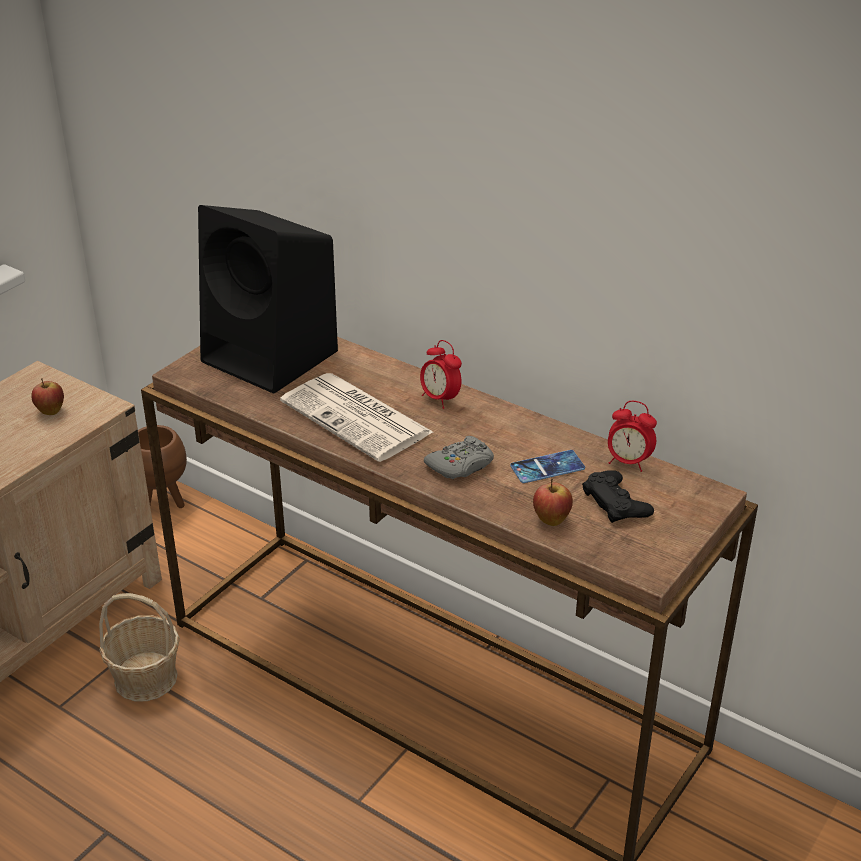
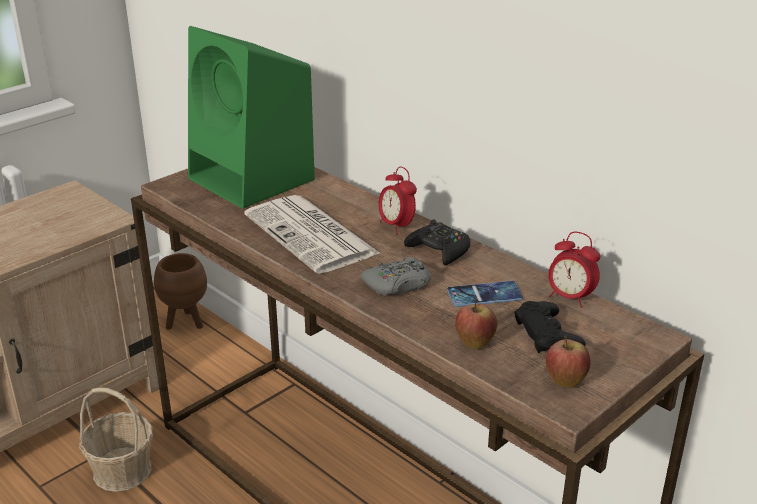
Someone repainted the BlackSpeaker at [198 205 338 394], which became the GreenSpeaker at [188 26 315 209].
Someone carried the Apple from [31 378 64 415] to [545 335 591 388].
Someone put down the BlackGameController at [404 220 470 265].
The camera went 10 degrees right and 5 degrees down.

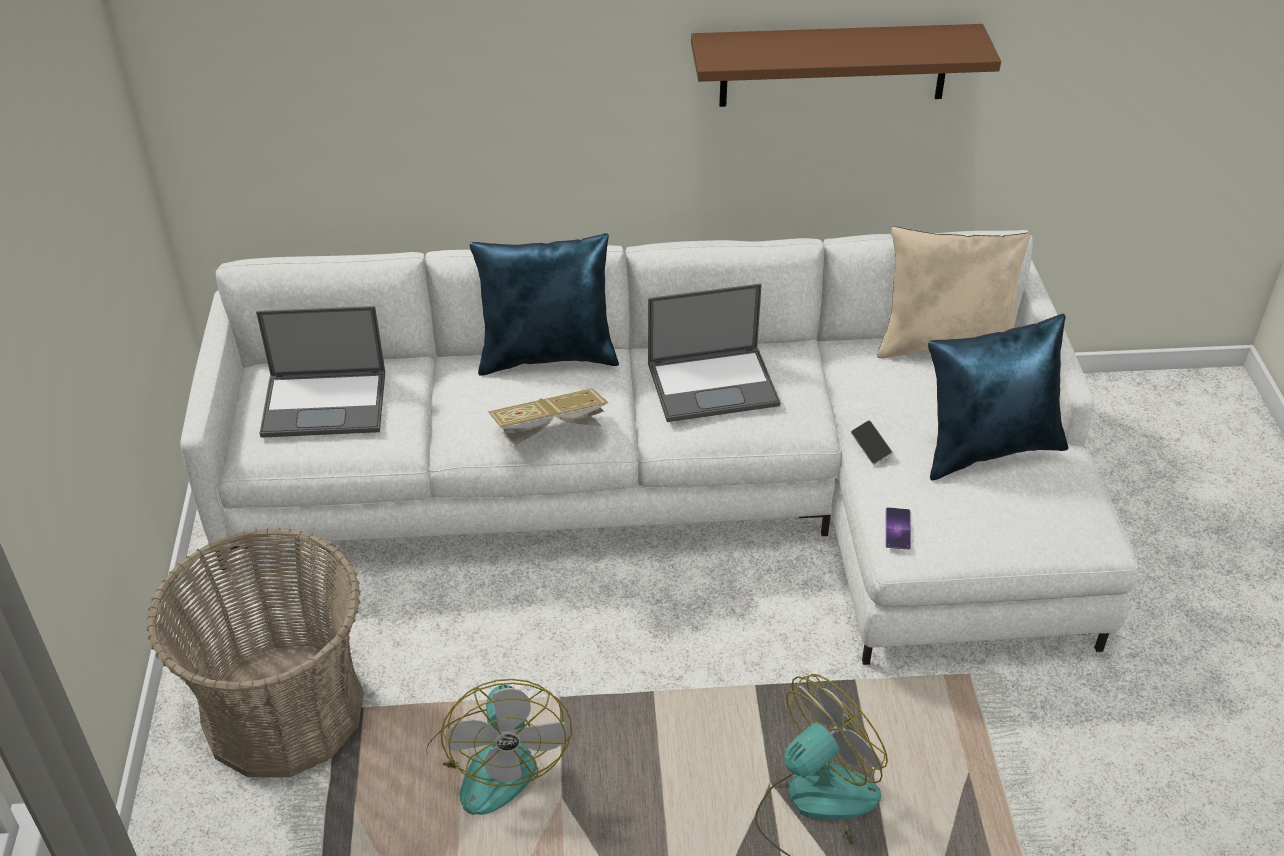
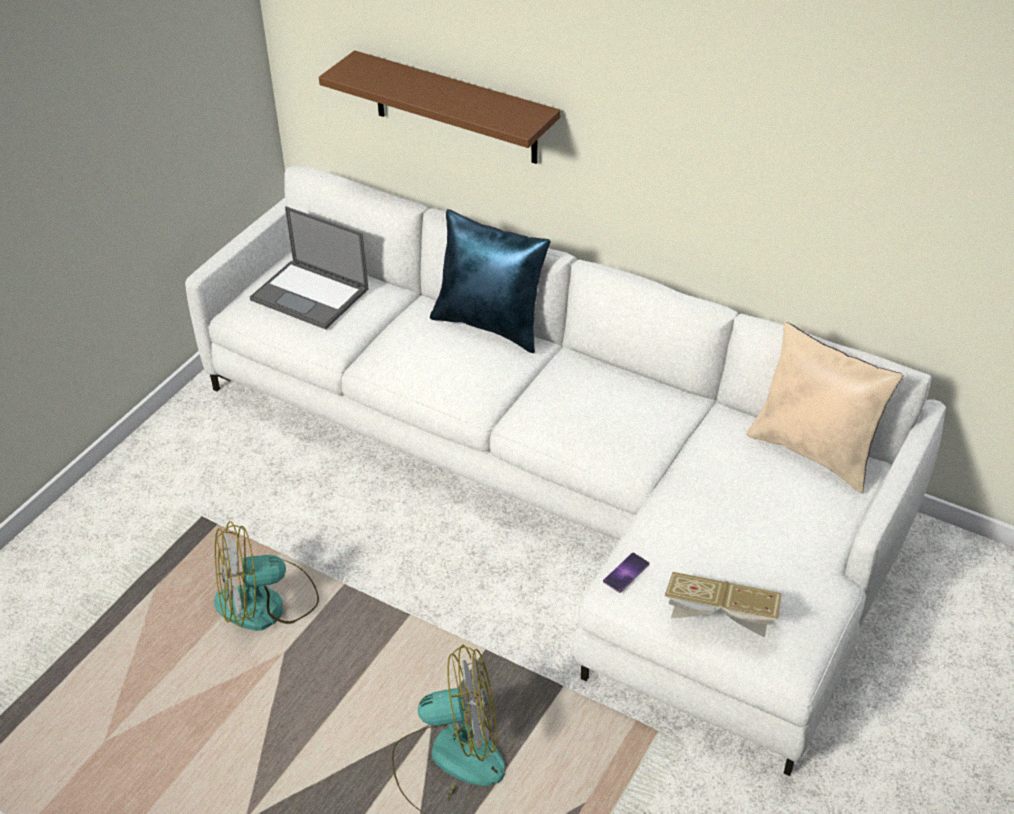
Someone carried the BrownShelf from [691 24 1001 107] to [319 50 560 164].
Someone took away the Laptop at [648 283 780 422].
Someone took away the BluePillow at [928 314 1069 480].
Someone carried the Book from [488 388 608 447] to [665 572 782 638].
Someone took away the Phone at [851 420 893 464].
Someone took away the Basket at [147 528 364 777].
Someone rotated the Fan at [426 679 572 815] by 45 degrees clockwise.
The camera went 35 degrees right and 0 degrees up.

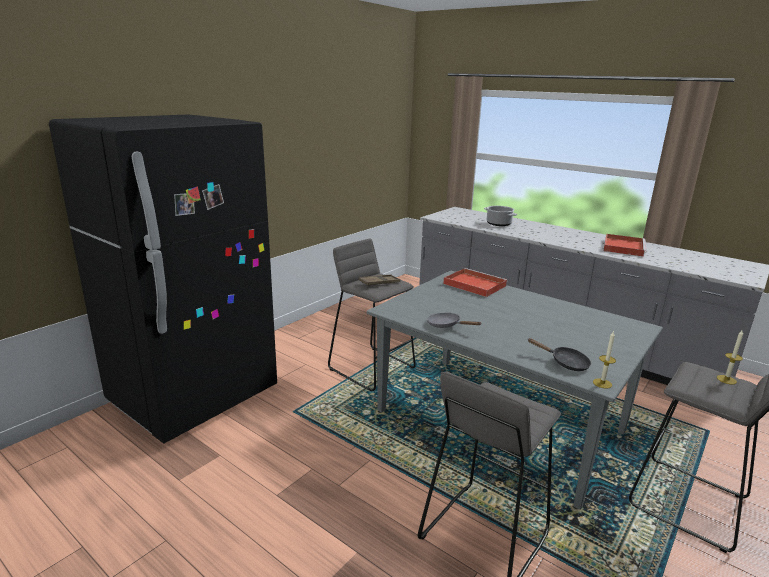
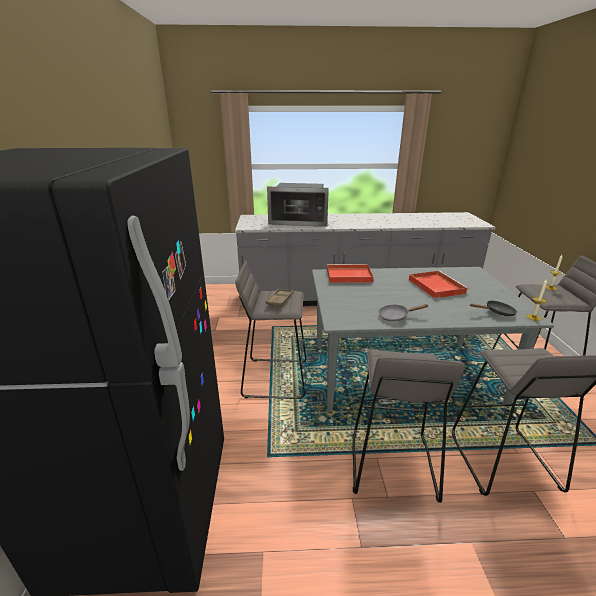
Someone swapped the CookingPot at [484 206 517 226] for the Microwave at [267 183 329 227].
Someone carried the RedTray from [603 234 646 257] to [409 271 469 299].
Someone put down the GreyStool at [352 350 465 503].
The camera went 40 degrees left and 5 degrees up.

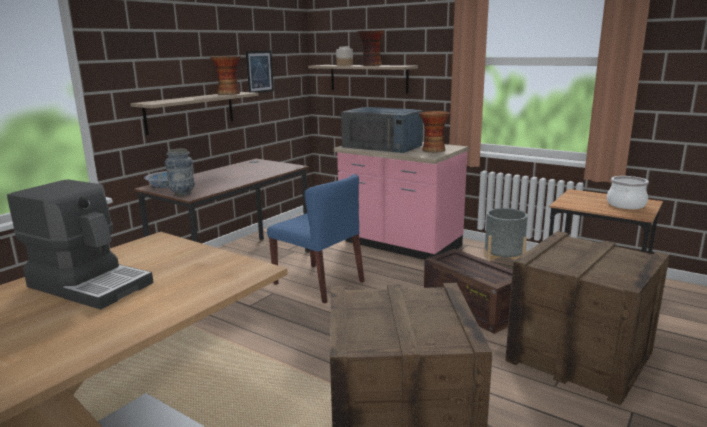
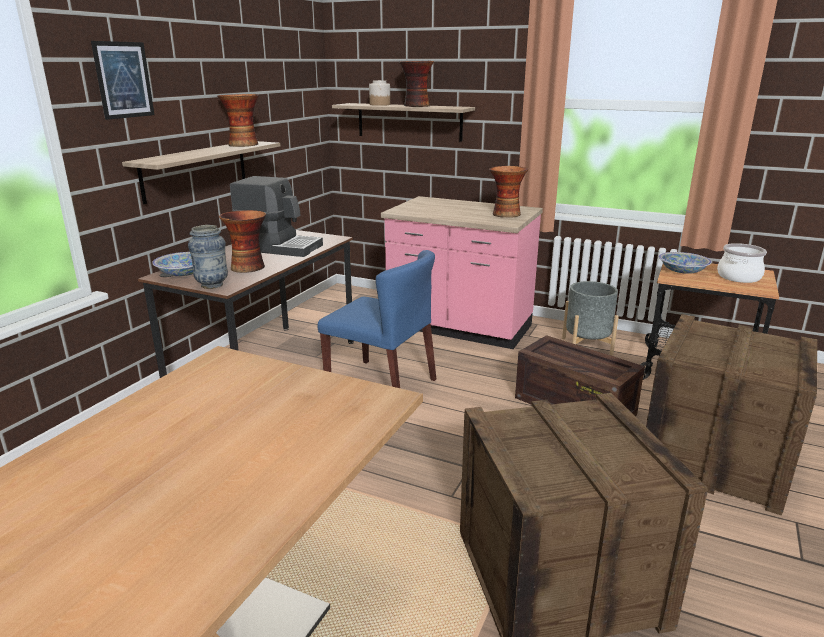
Someone carried the Picture from [246 51 274 93] to [91 41 155 120].
Someone took away the BlueMicrowave at [341 107 423 153].
Someone carried the CoffeeMachine from [7 179 154 309] to [230 176 323 257].
Someone put down the Vase at [219 210 266 273].
Someone put down the Bowl at [659 252 712 274].
The camera went 10 degrees left and 5 degrees up.

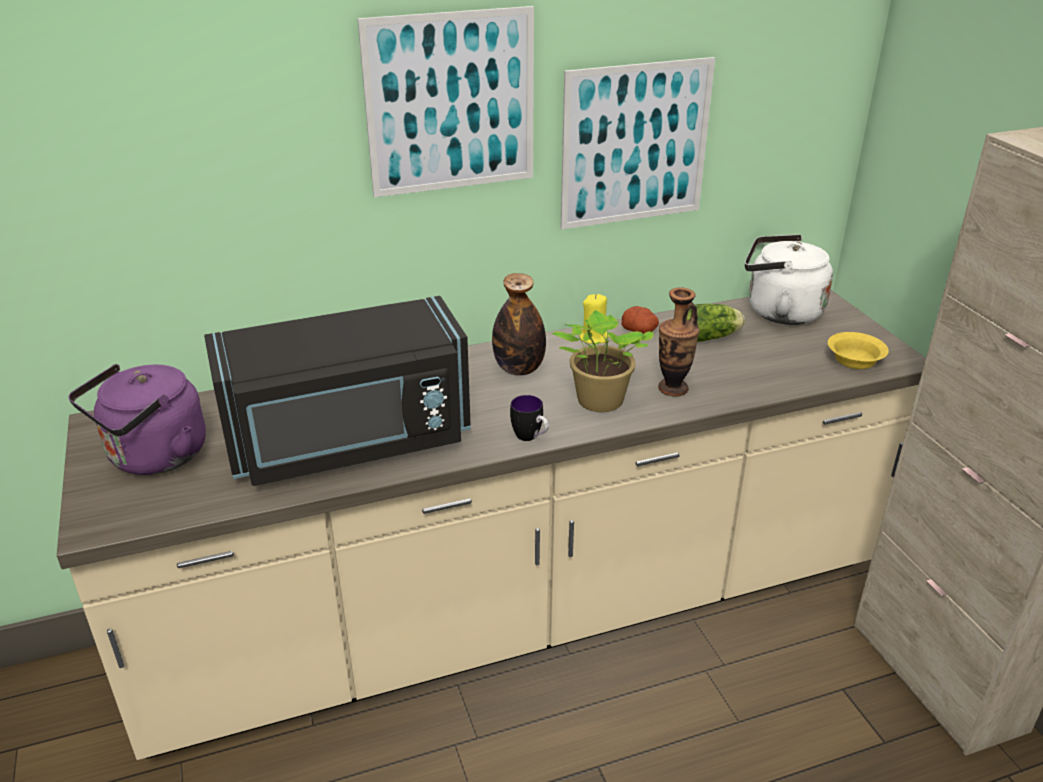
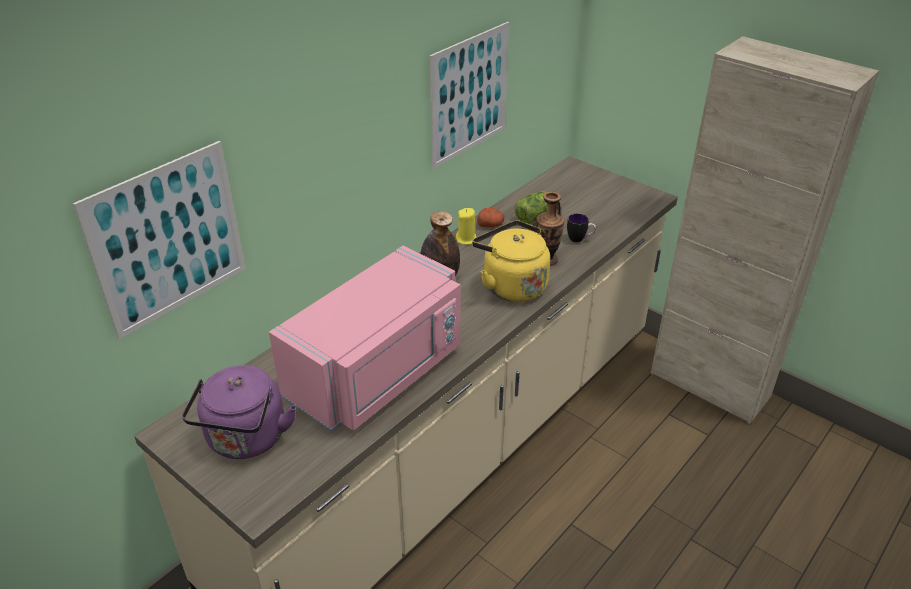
Someone carried the Picture from [357 6 534 197] to [73 141 246 339].
Someone took away the WhiteKettle at [745 234 833 325].
Someone repainted the BlackMicrowave at [204 296 471 486], which became the PinkMicrowave at [269 246 461 431].
Someone swapped the PottedPlant at [551 310 654 412] for the YellowKettle at [472 220 550 302].
Someone took away the YellowBowl at [828 332 889 369].
Someone carried the Mug from [510 395 549 441] to [567 213 596 242].
The camera went 30 degrees left and 5 degrees up.

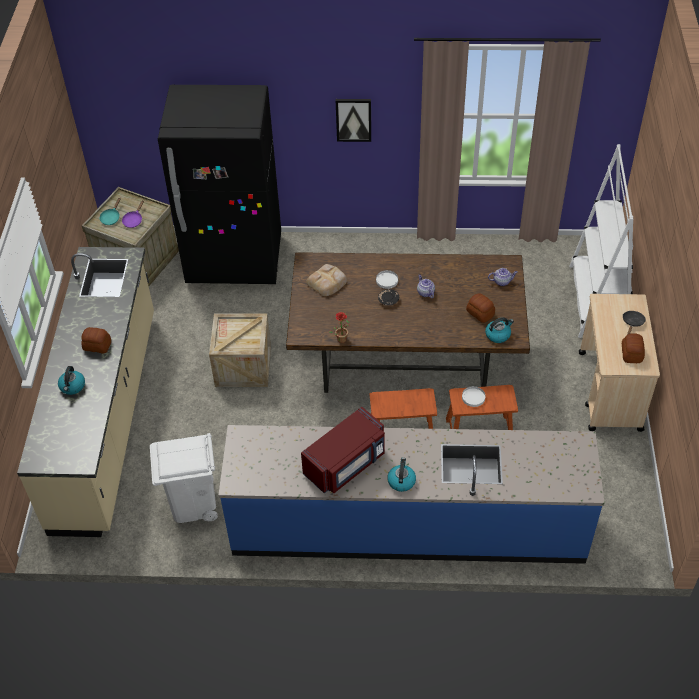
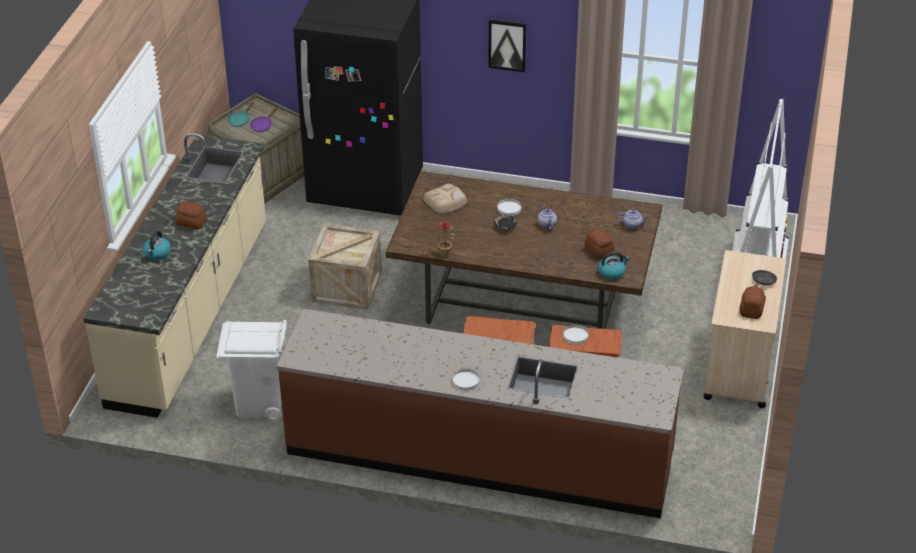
Someone took away the RedMicrowave at [301 407 385 494].
Someone repainted the BlueCounter at [219 425 605 564], which became the BrownCounter at [277 309 684 518].
Someone swapped the Kettle at [387 457 416 492] for the WhitePlate at [452 369 480 391].
The camera went 10 degrees right and 10 degrees down.

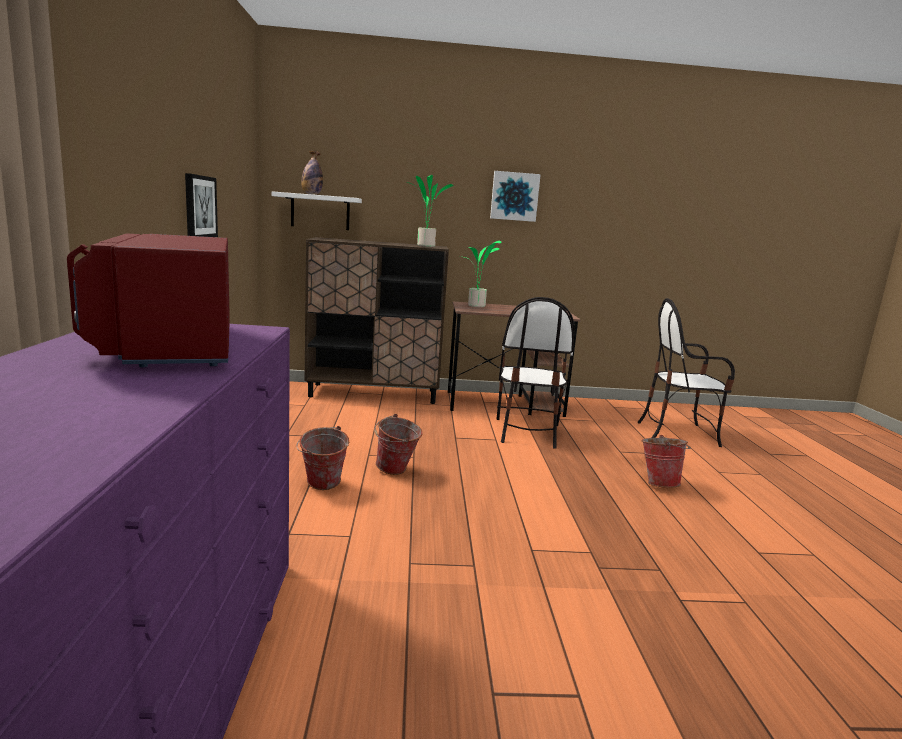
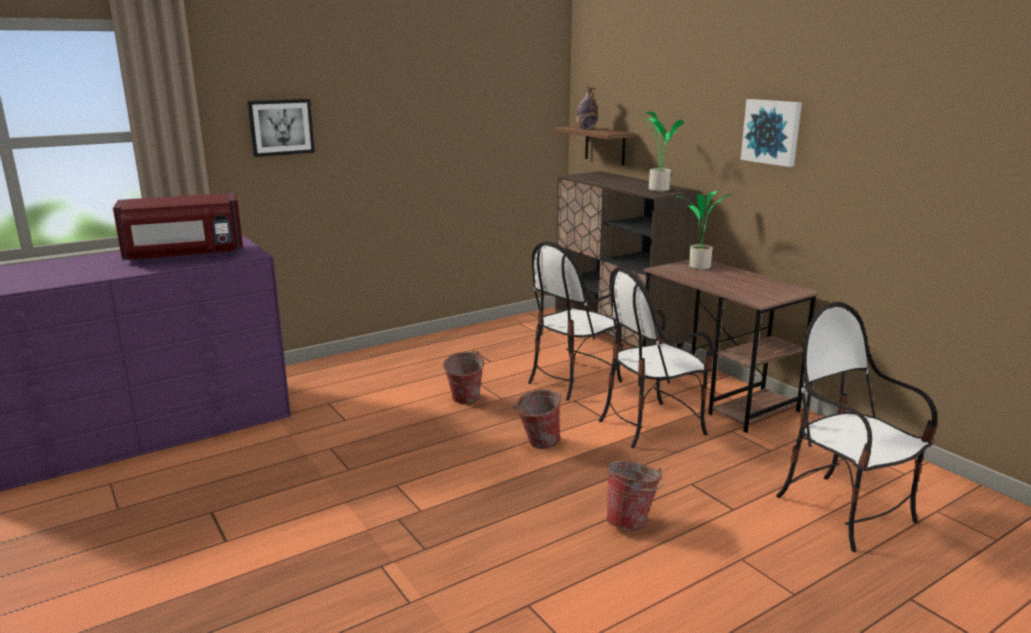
Someone carried the Picture from [185 173 218 237] to [247 99 315 157].
Someone repainted the WhiteShelf at [271 191 362 230], which became the BrownShelf at [554 126 634 166].
Someone rotated the RedMicrowave at [67 233 230 367] by 150 degrees counterclockwise.
Someone carried the Bucket from [296 426 349 490] to [513 389 561 449].
Someone put down the Chair at [528 241 622 401].
The camera went 60 degrees right and 5 degrees up.

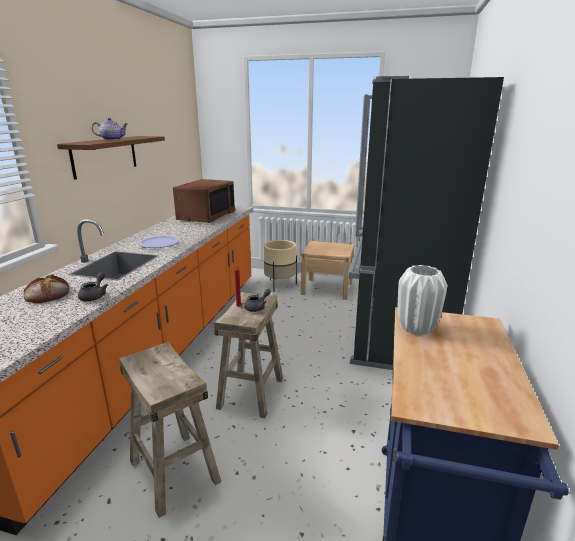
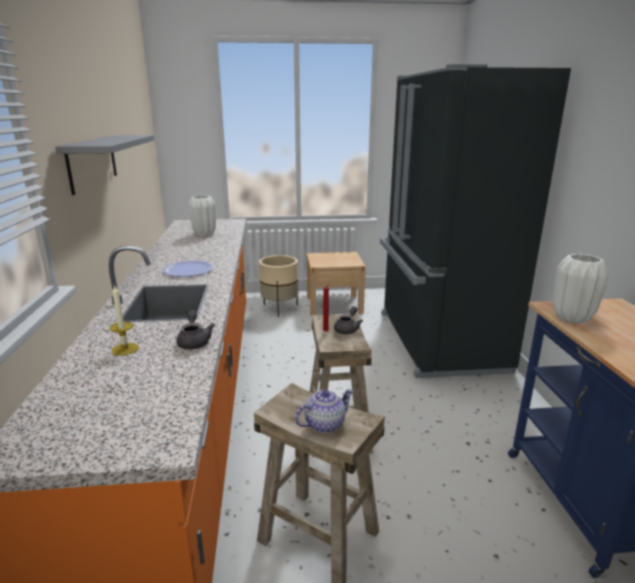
Someone carried the Teapot from [92 118 128 140] to [295 389 354 433].
Someone repainted the BrownShelf at [57 136 165 180], which became the GreyShelf at [55 135 154 195].
Someone swapped the BrownMicrowave at [173 179 235 223] for the WhiteVase at [188 195 216 236].
Someone swapped the Bread at [23 275 69 303] for the Candle at [109 285 139 356].
The camera went 20 degrees left and 0 degrees up.

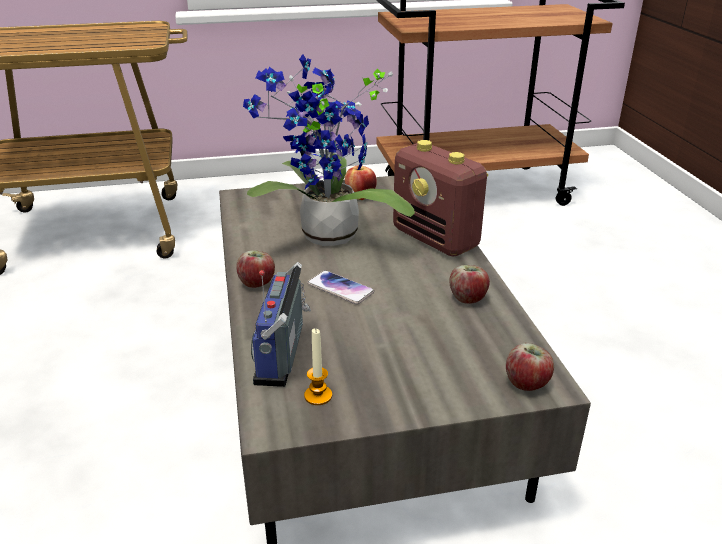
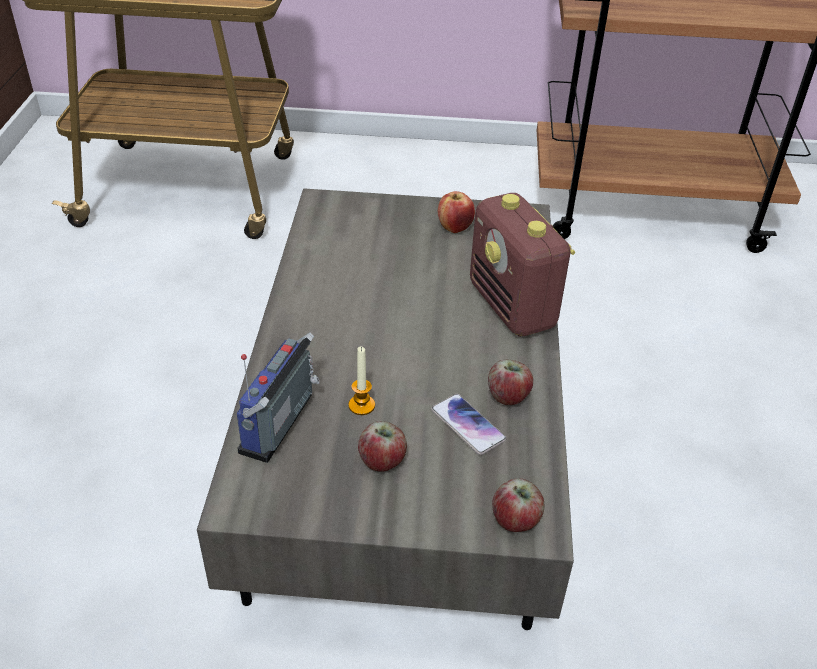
Someone took away the PottedPlant at [243 54 415 246].
Someone carried the Apple from [236 250 275 288] to [358 421 407 472].
Someone carried the Phone from [307 270 374 305] to [431 394 506 455].
Someone carried the Candle from [304 329 332 405] to [348 346 375 415].
The camera went 15 degrees right and 10 degrees up.

